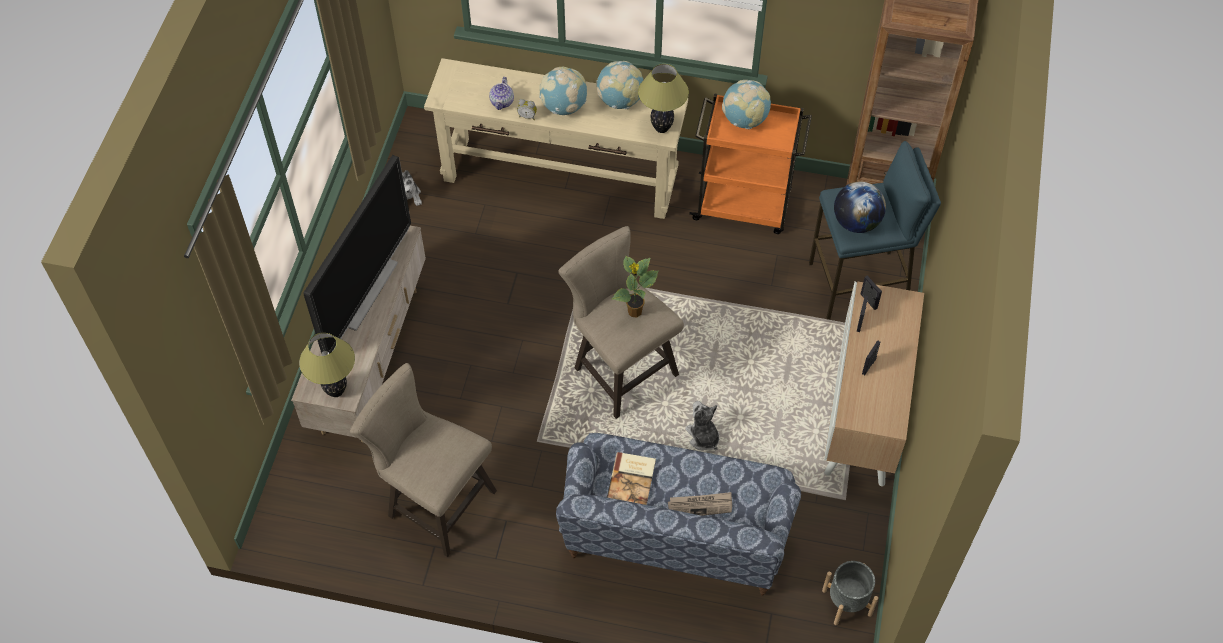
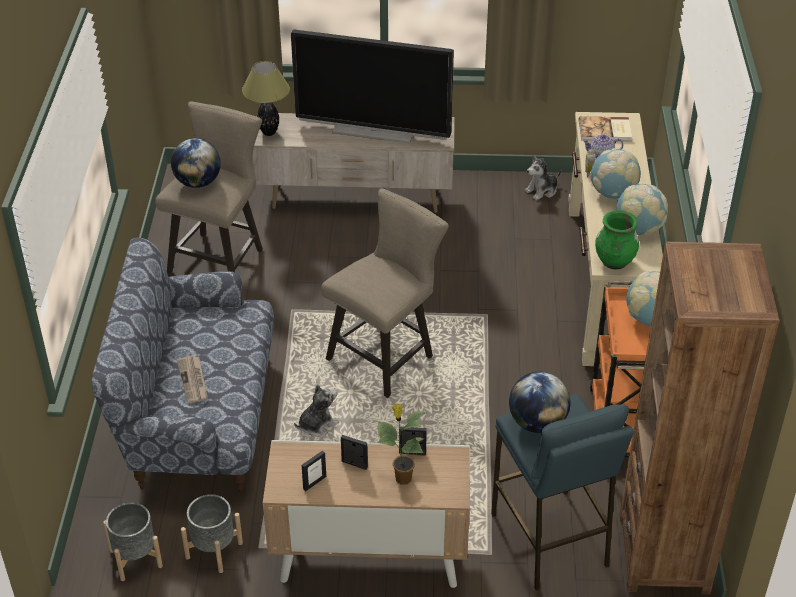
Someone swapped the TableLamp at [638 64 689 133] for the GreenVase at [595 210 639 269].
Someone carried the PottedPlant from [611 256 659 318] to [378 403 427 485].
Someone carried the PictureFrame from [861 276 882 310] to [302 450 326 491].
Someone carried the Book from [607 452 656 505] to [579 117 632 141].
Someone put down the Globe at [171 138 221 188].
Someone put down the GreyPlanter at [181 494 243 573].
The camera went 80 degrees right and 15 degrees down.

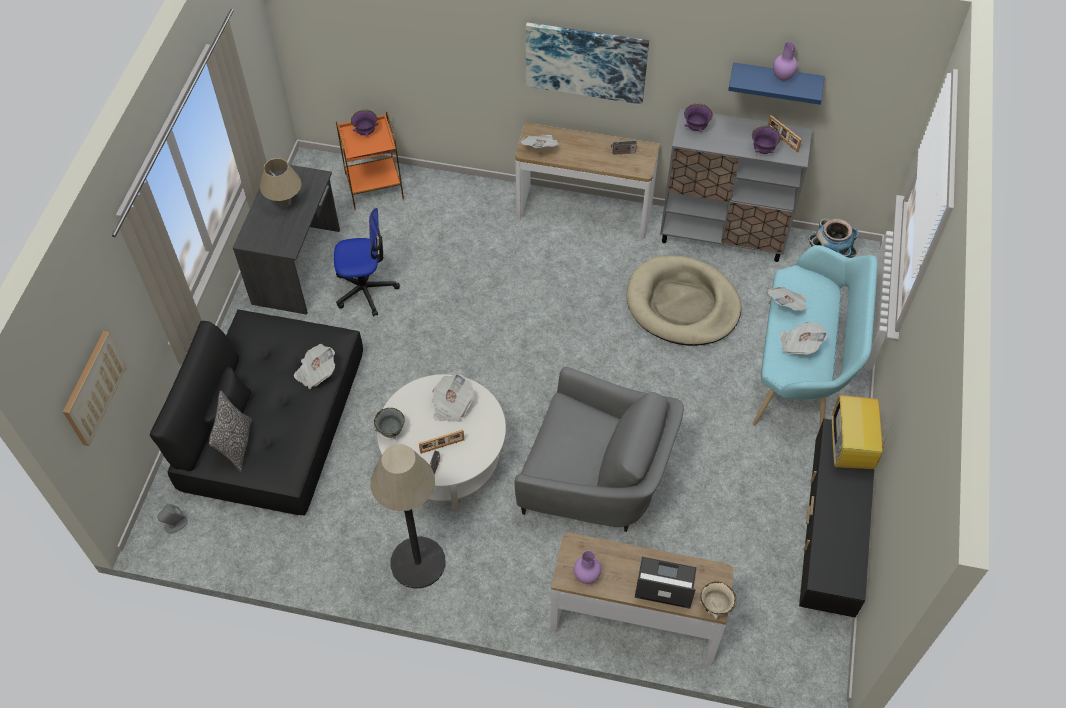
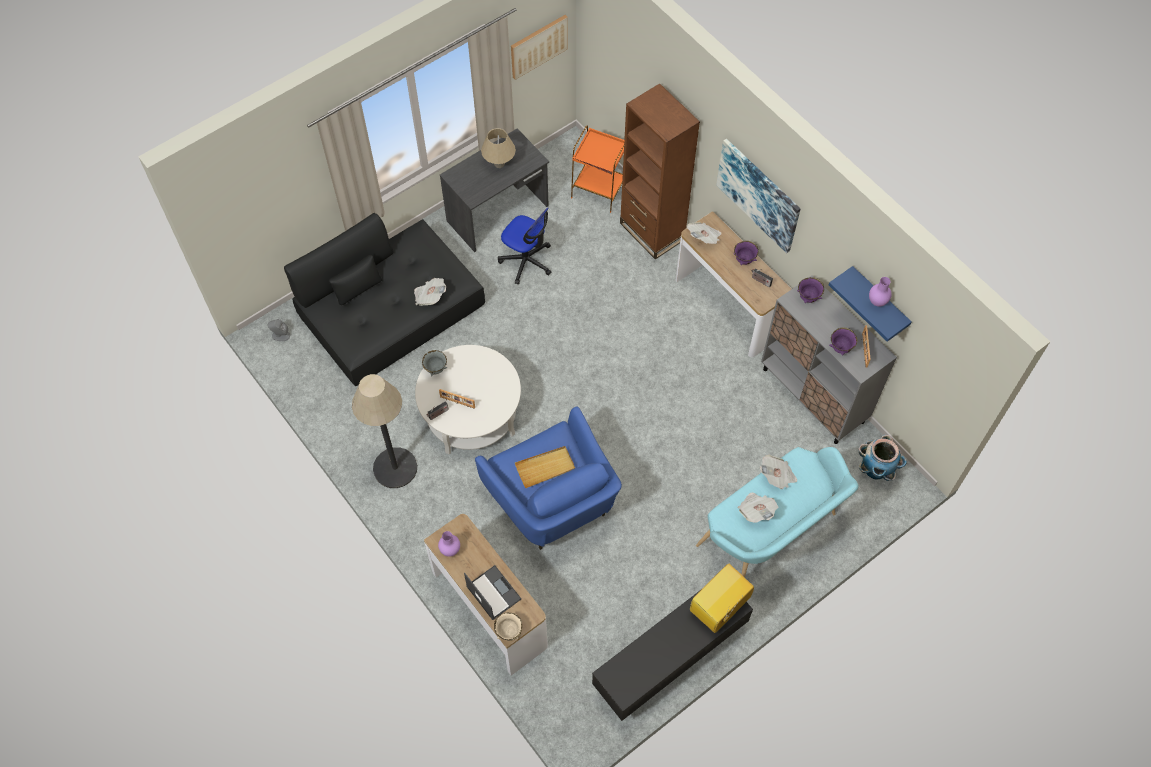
Someone carried the PurpleBowl from [351 110 379 136] to [734 241 759 265].
Someone took away the BeigeDogBed at [626 255 741 346].
Someone carried the Picture from [63 331 127 446] to [511 15 568 80].
Someone repainted the GreyArmchair at [515 367 684 532], which became the BlueArmchair at [475 407 622 550].
Someone took away the Newspaper at [432 374 474 422].
Someone took away the Pillow at [209 390 252 472].
Someone put down the BrownBookcase at [620 83 700 259].
Someone put down the BeigeTray at [515 446 575 488].
The camera went 40 degrees right and 5 degrees up.

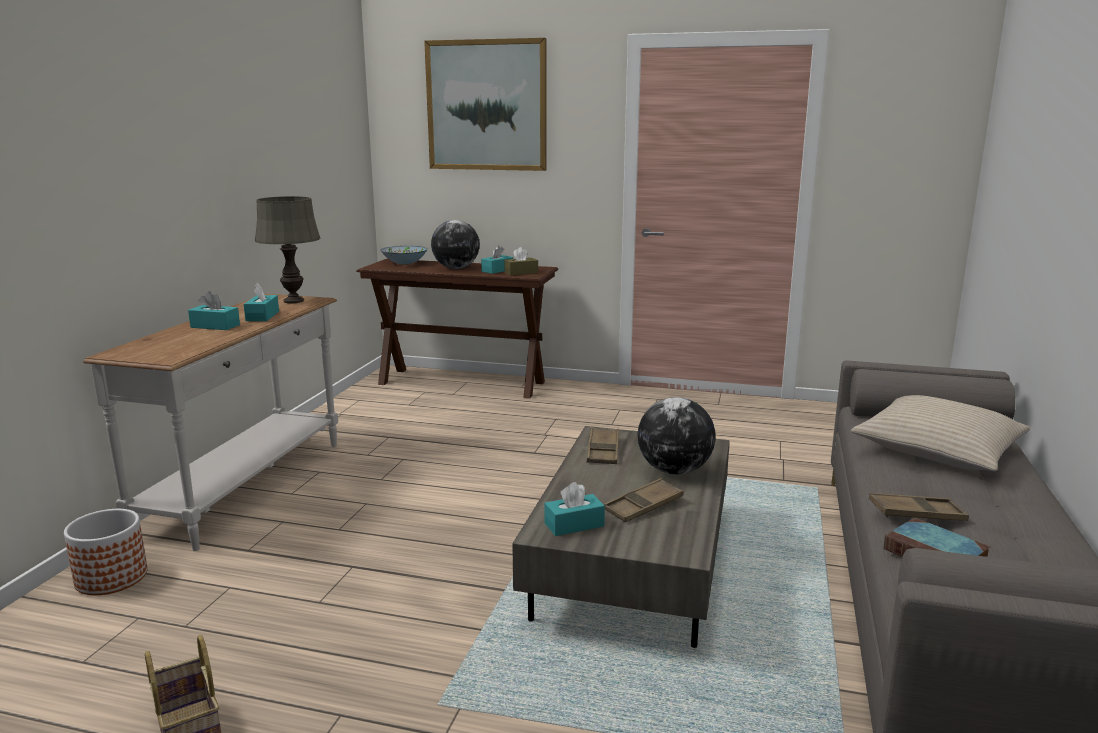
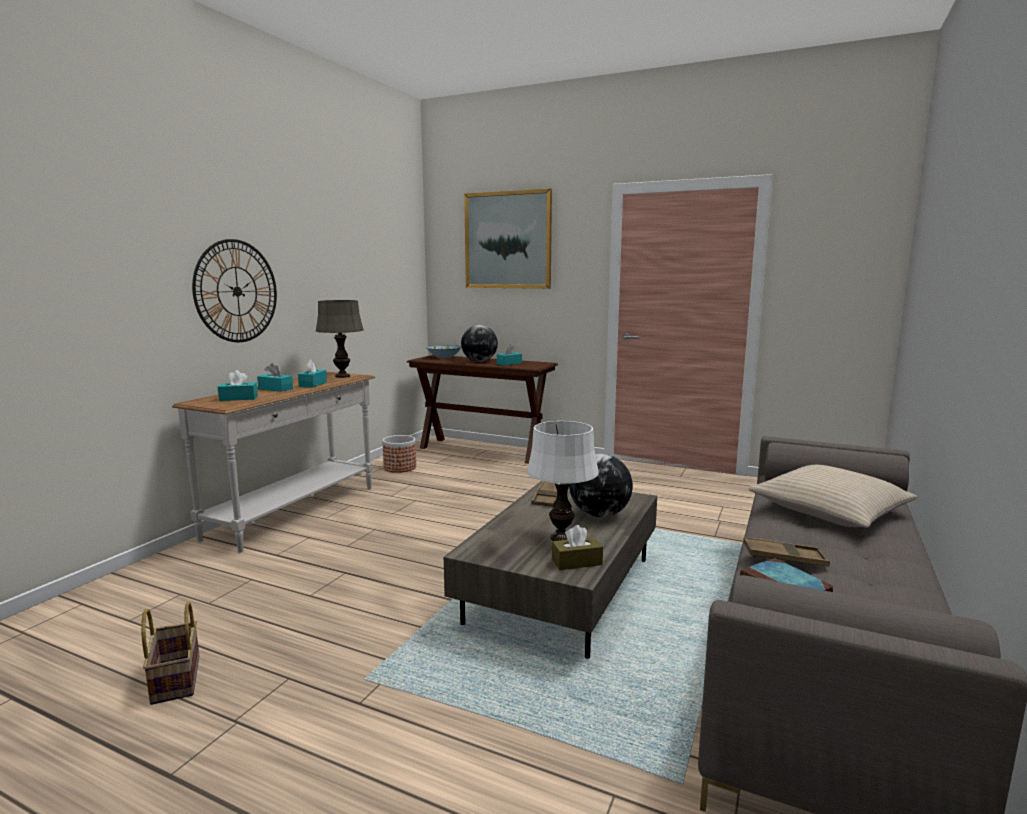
Someone carried the BrownTissueBox from [504 247 538 276] to [552 525 603 570].
Someone swapped the BrownTray at [604 478 684 522] for the WhiteTableLamp at [527 421 599 541].
Someone carried the TurquoiseTissueBox from [545 482 605 536] to [218 370 258 401].
Someone carried the Planter from [64 509 148 595] to [382 435 416 473].
Someone put up the WallClock at [192 239 277 342].
The camera went 10 degrees right and 5 degrees down.

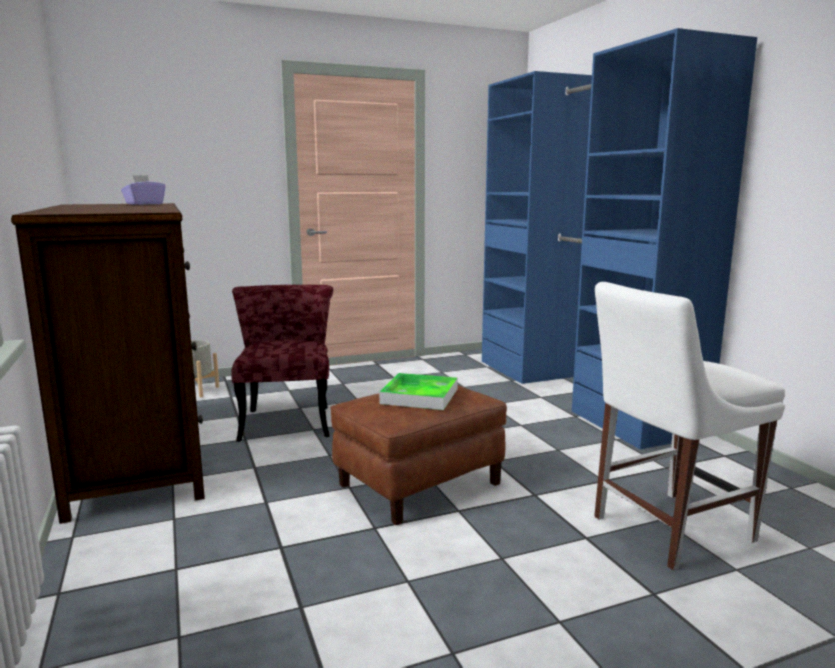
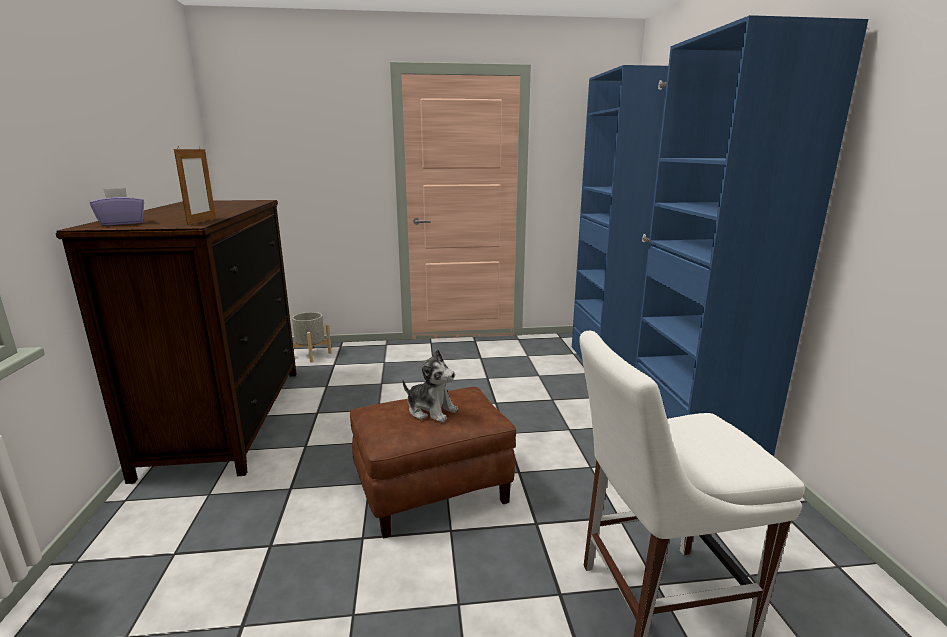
Someone carried the PurpleTissueBox from [121 175 165 205] to [90 188 144 226].
Someone took away the RedChair at [231 285 333 442].
Someone swapped the Tray at [379 373 458 410] for the PlushToy at [402 349 458 423].
Someone put down the PictureFrame at [174 147 216 225].
The camera went 15 degrees right and 5 degrees up.

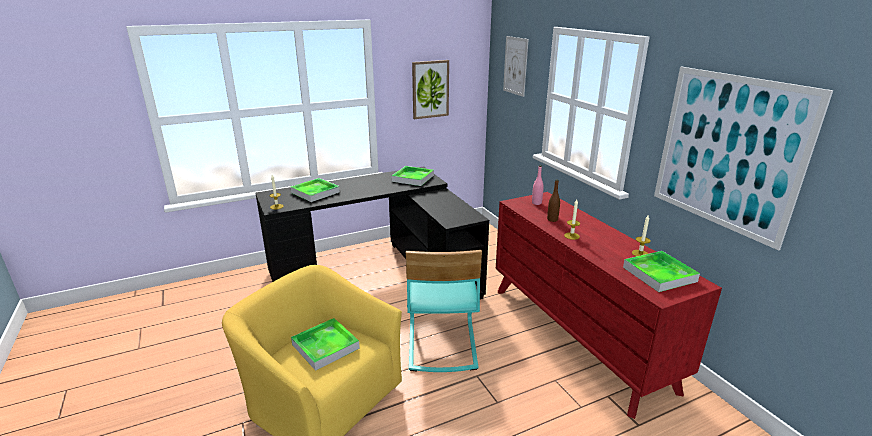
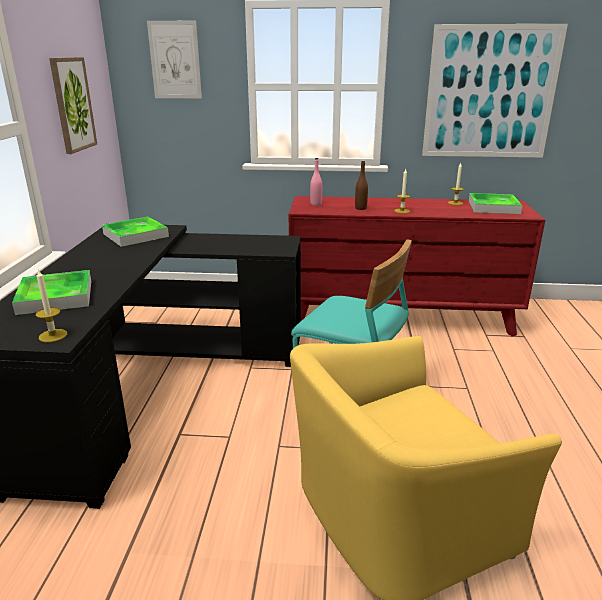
Someone took away the Tray at [291 318 360 371].
The camera went 60 degrees left and 0 degrees up.

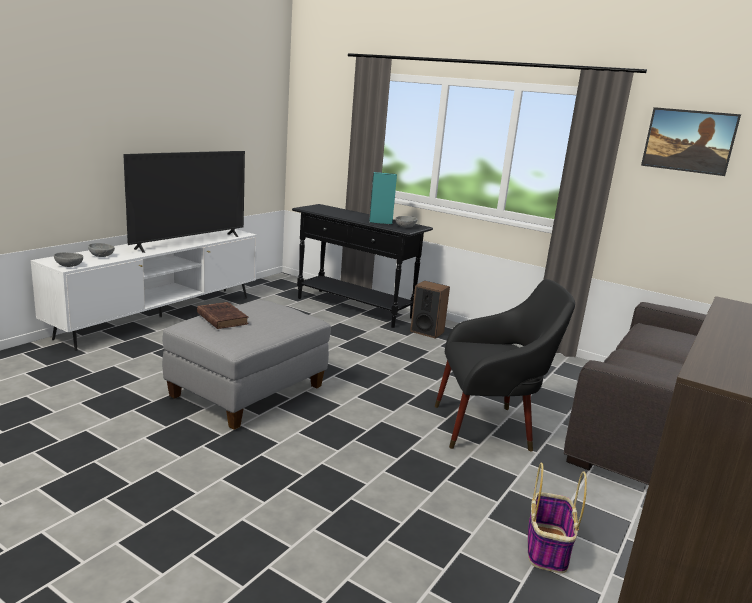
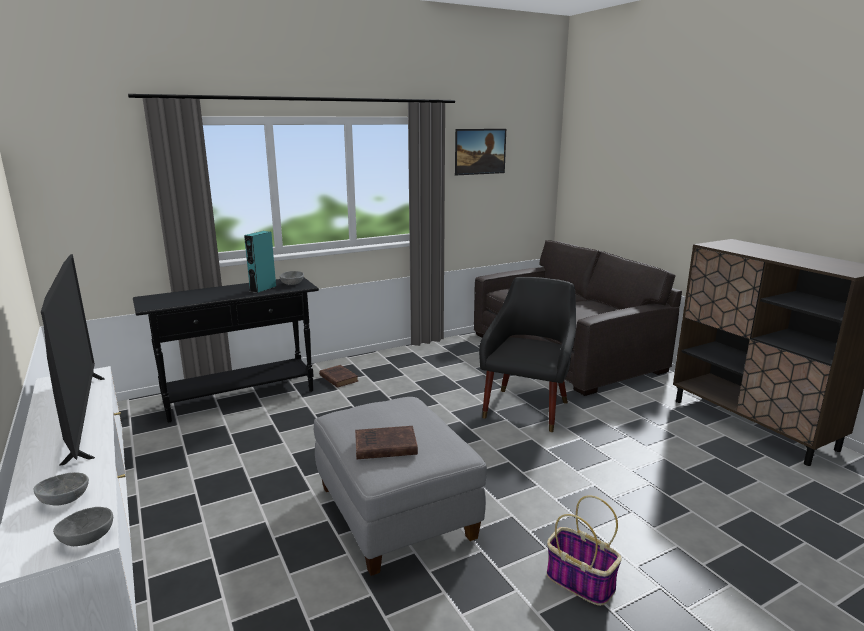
Someone swapped the Speaker at [410 281 450 339] for the BrownBook at [319 365 358 388].
Someone carried the Basket from [528 462 587 573] to [547 495 622 606].
The camera went 60 degrees left and 0 degrees up.

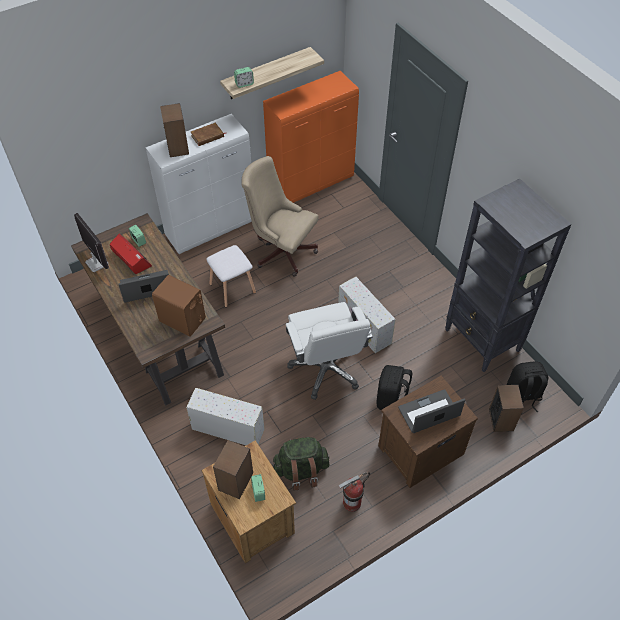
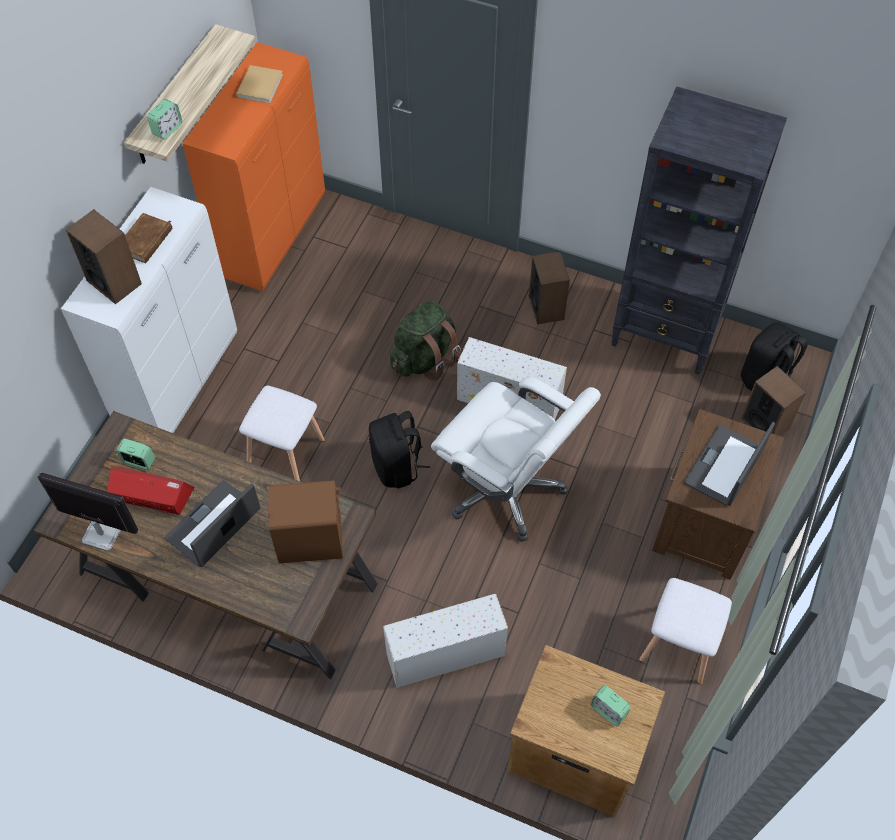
Someone took away the BeigeOfficeChair at [241 156 319 277].
Someone carried the BlackBackpack from [376 365 412 410] to [369 411 430 488].
Someone carried the GreenBackpack from [272 437 330 491] to [390 301 461 381].
Someone carried the Speaker from [213 440 253 499] to [529 251 570 324].
Someone swapped the FireExtinguisher at [338 472 370 512] for the WhiteStool at [639 578 732 684].
Someone put down the BeigeBook at [236 65 283 103].
The camera went 35 degrees left and 5 degrees up.

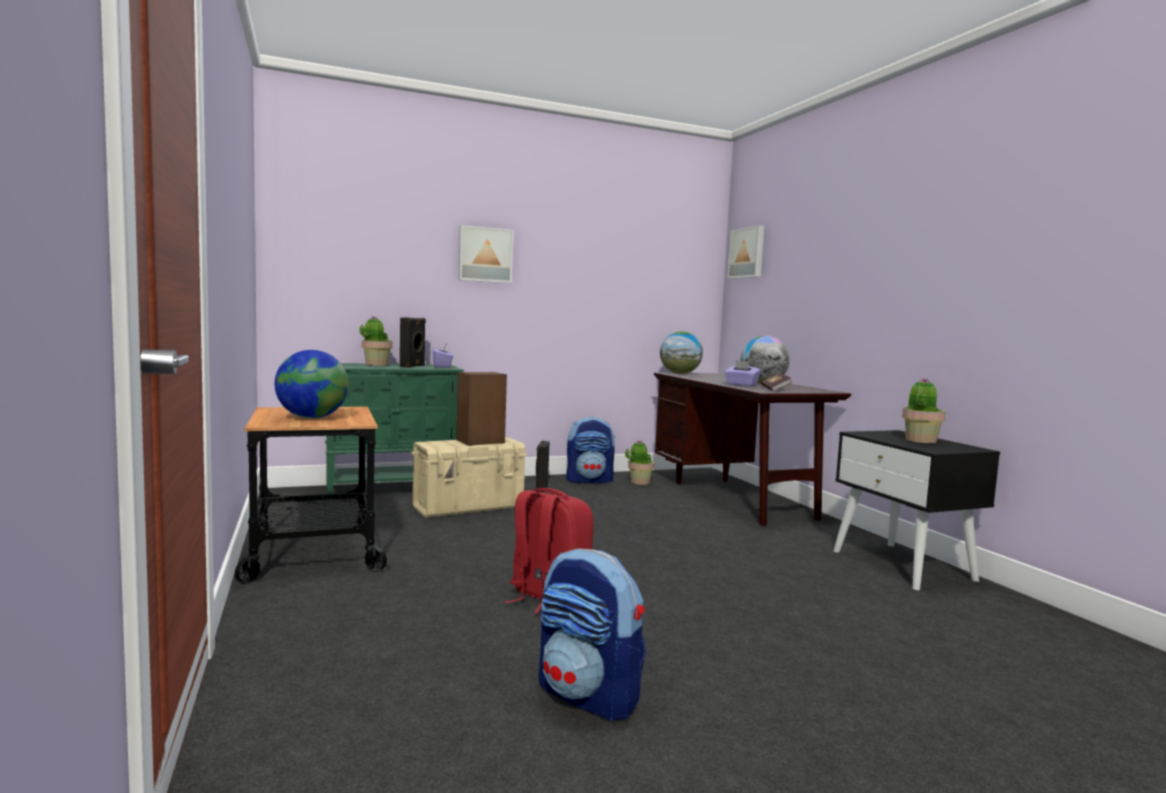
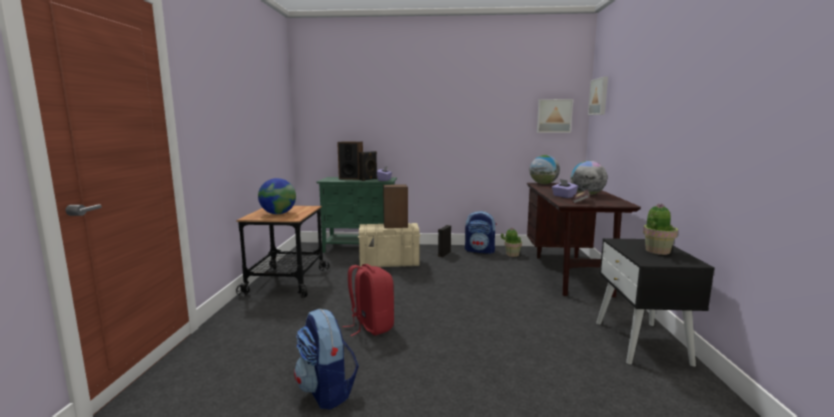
Someone carried the Picture from [459 225 514 283] to [537 99 573 133].
Someone swapped the PottedPlant at [360 316 393 366] for the Speaker at [337 141 363 180].
The camera went 25 degrees right and 5 degrees up.

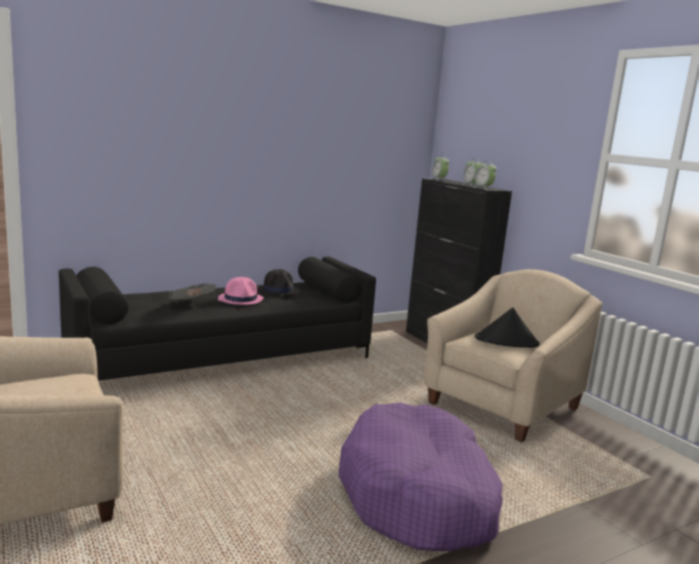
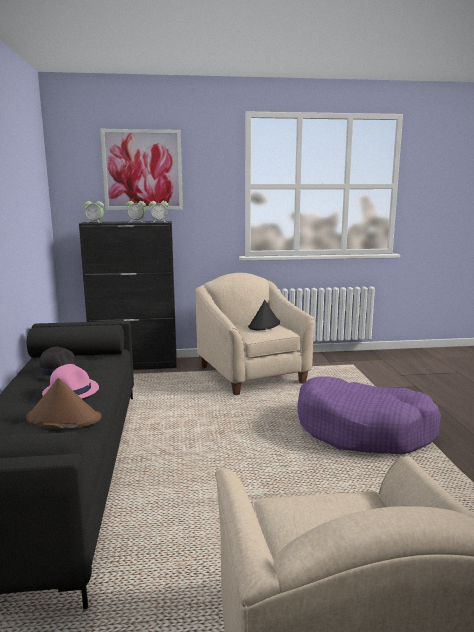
Someone swapped the Newspaper at [168 283 216 299] for the BrownHat at [26 378 101 429].
Someone put up the Picture at [100 129 183 210].
The camera went 65 degrees left and 0 degrees up.

